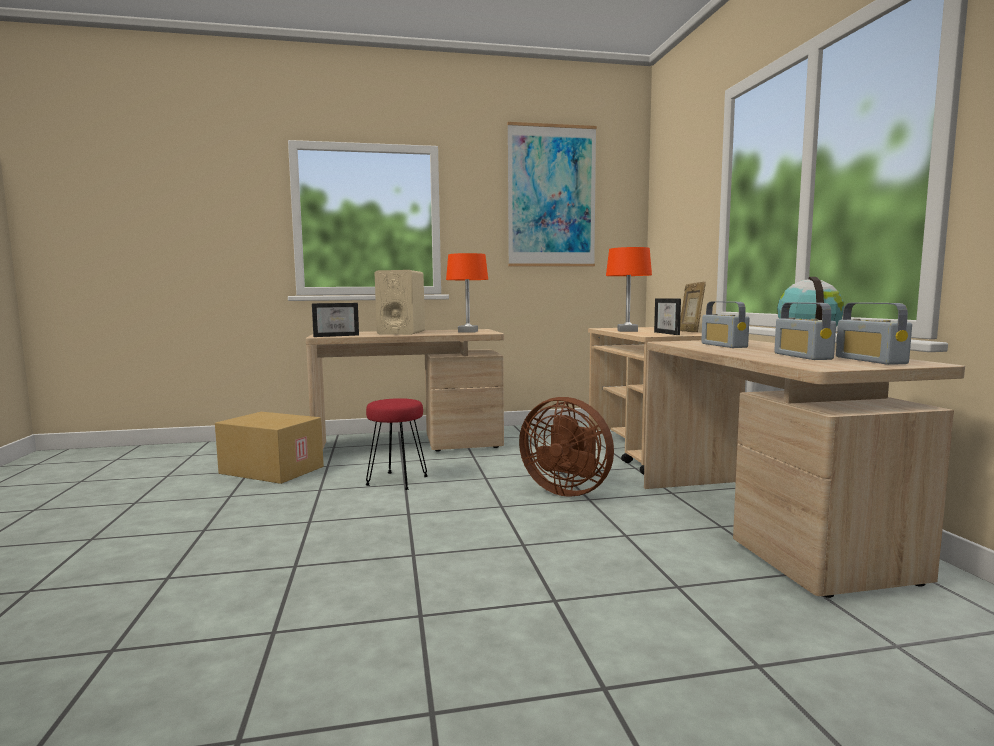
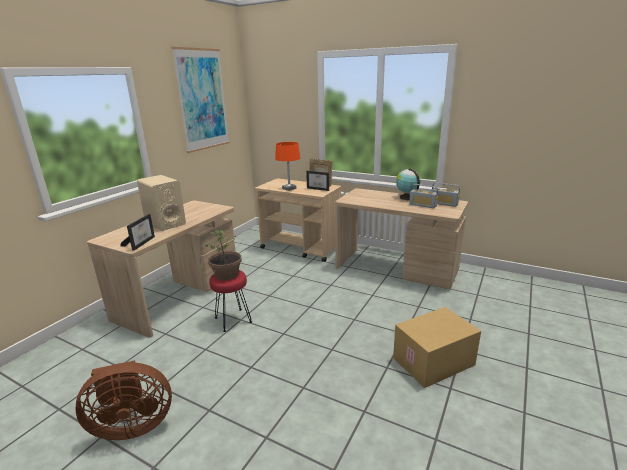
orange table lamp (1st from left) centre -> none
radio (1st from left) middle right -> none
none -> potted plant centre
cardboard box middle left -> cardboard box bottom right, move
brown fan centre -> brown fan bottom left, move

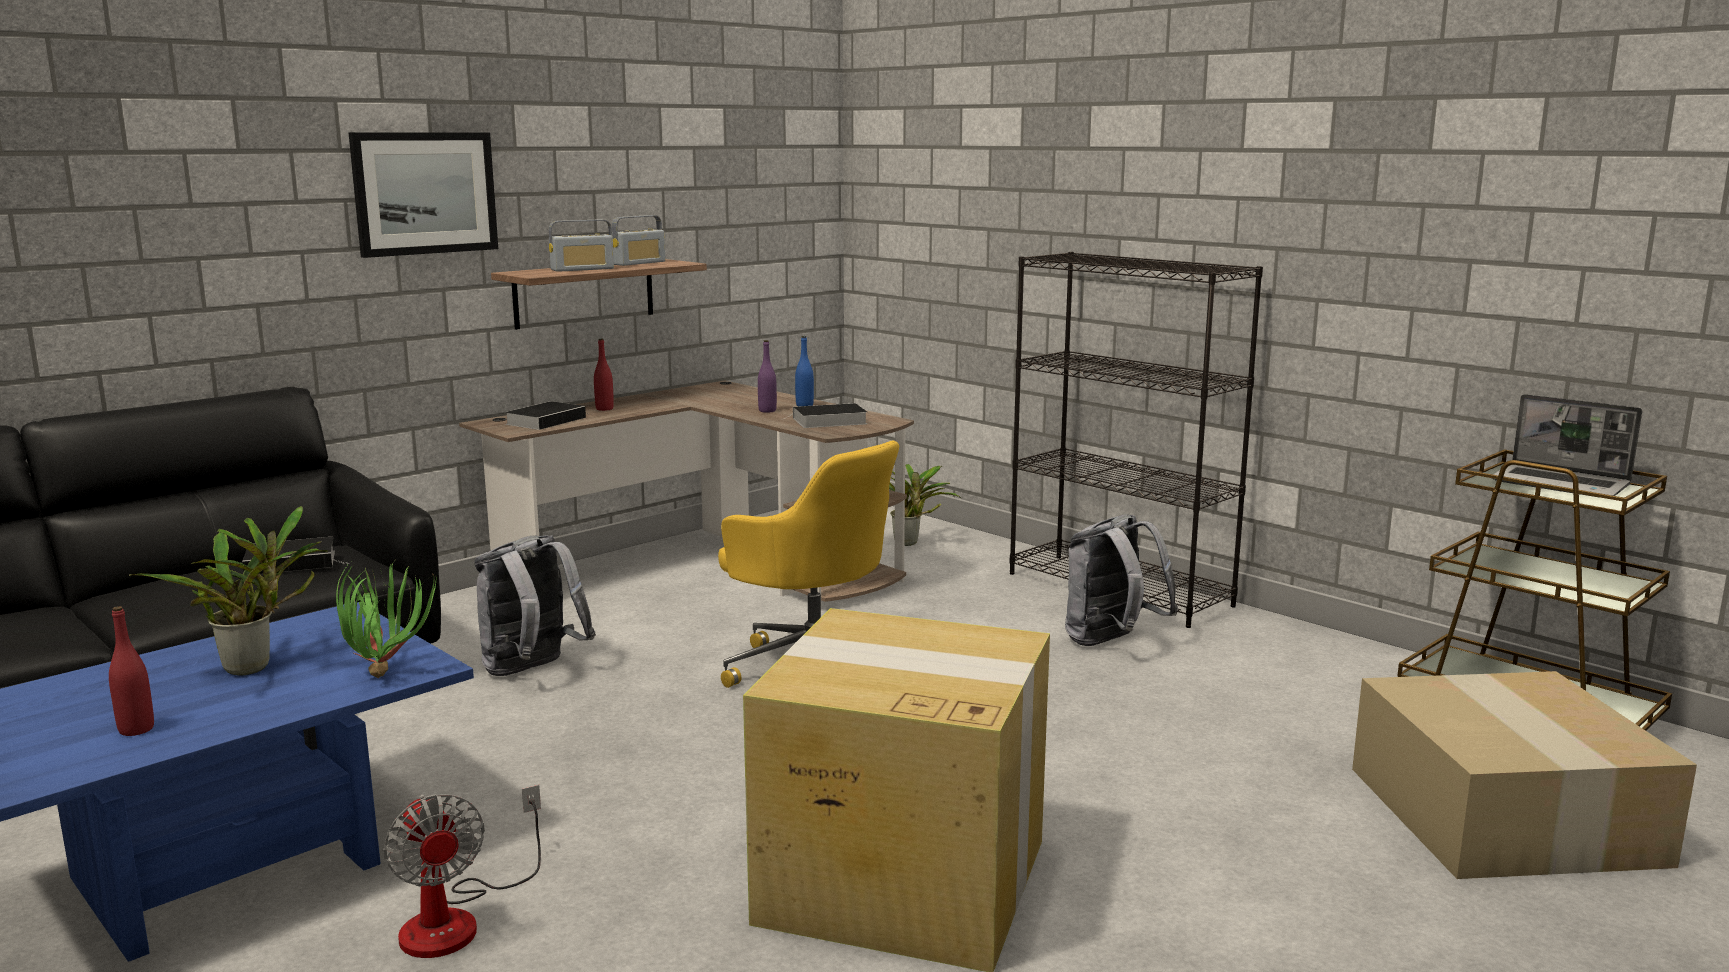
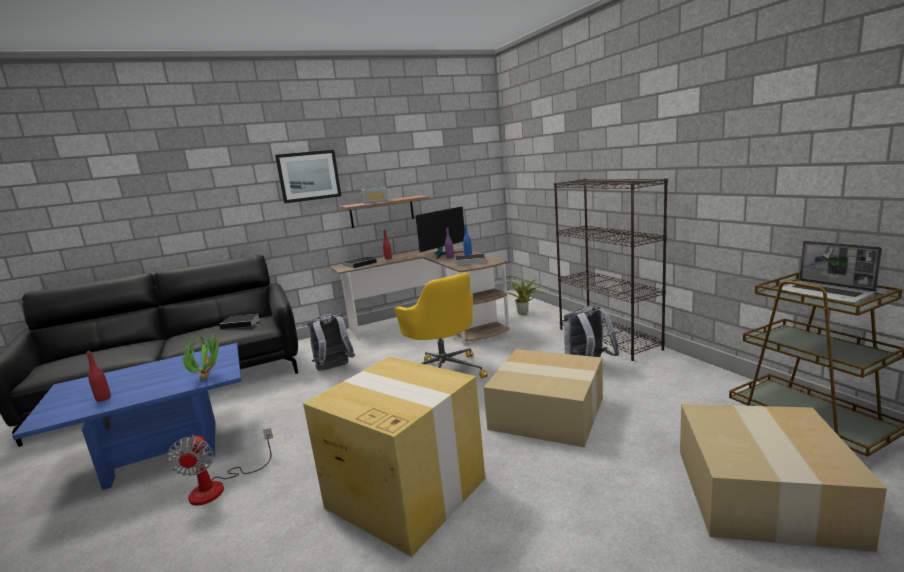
potted plant (1st from left) middle left -> none
radio (2nd from left) top centre -> none
none -> monitor centre
none -> cardboard box (2nd from left) bottom centre

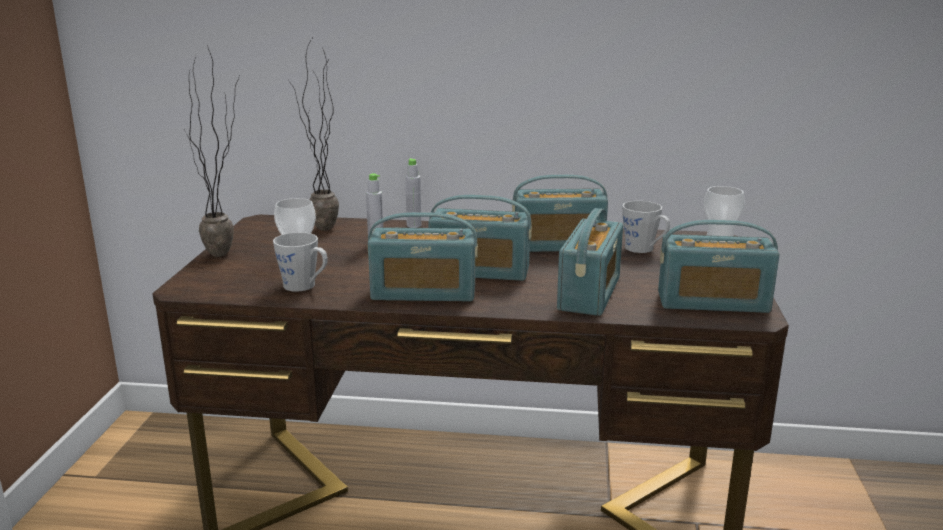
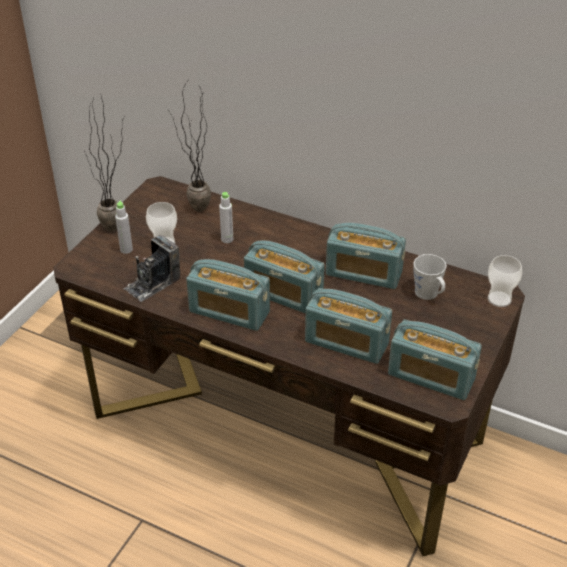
grey bottle (2nd from left in the first image) centre -> grey bottle (1st from left) middle left, move
grey mug (1st from left) middle left -> photo camera middle left
radio (4th from left in the first image) centre -> radio (3rd from left) centre, 75 degrees clockwise

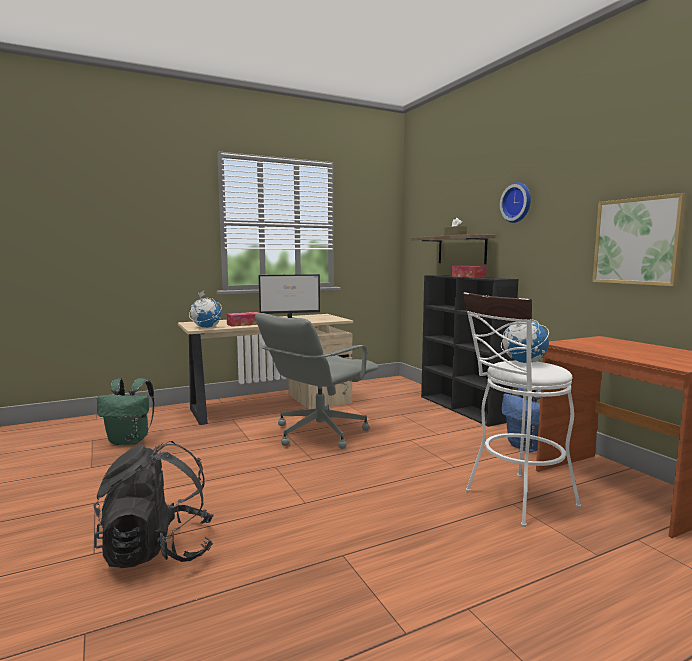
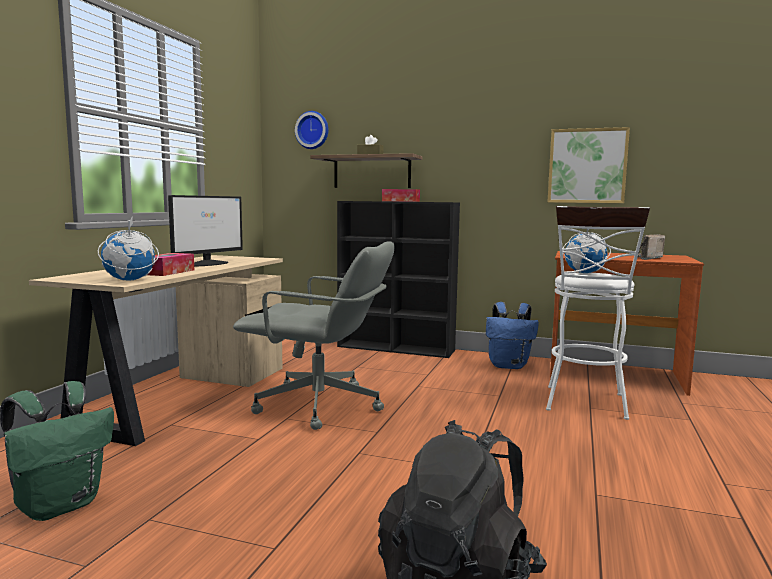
none -> radio middle right
wall clock top right -> wall clock top centre, move
grey office chair centre, 75 degrees counterclockwise

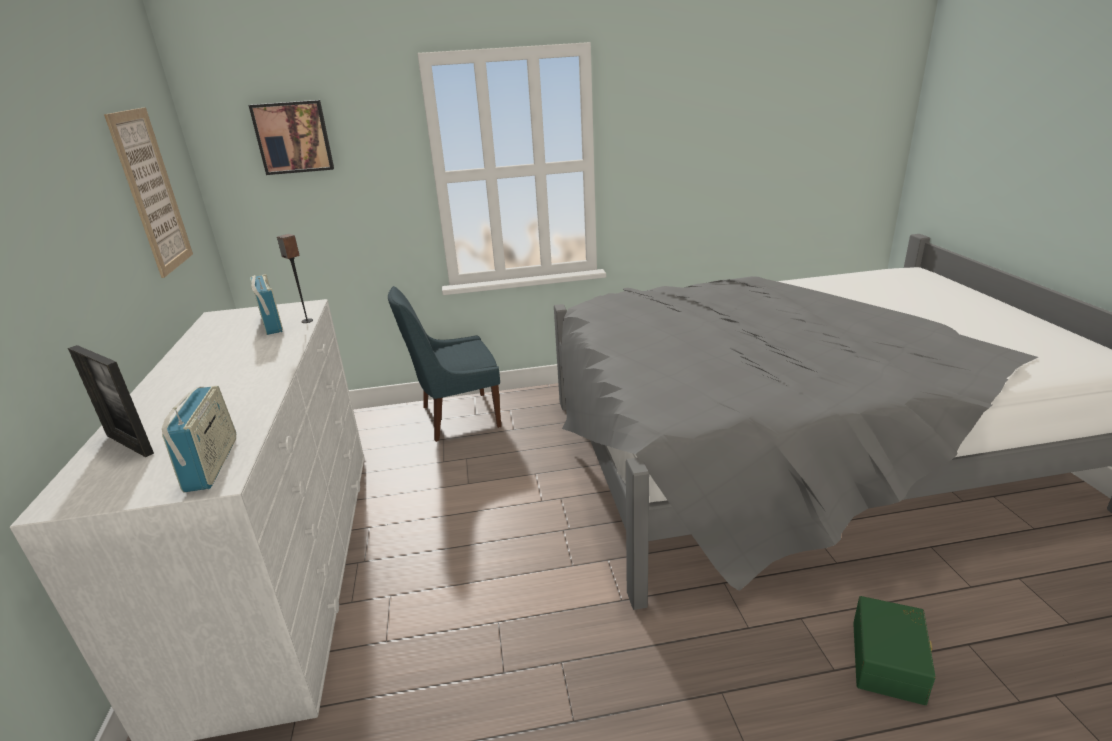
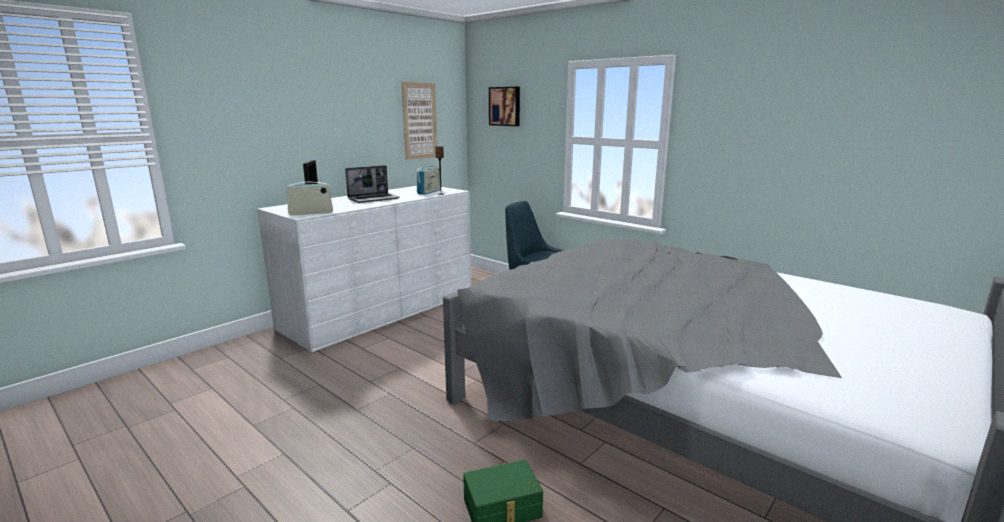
none -> laptop centre
radio (1st from left) middle left, 150 degrees counterclockwise

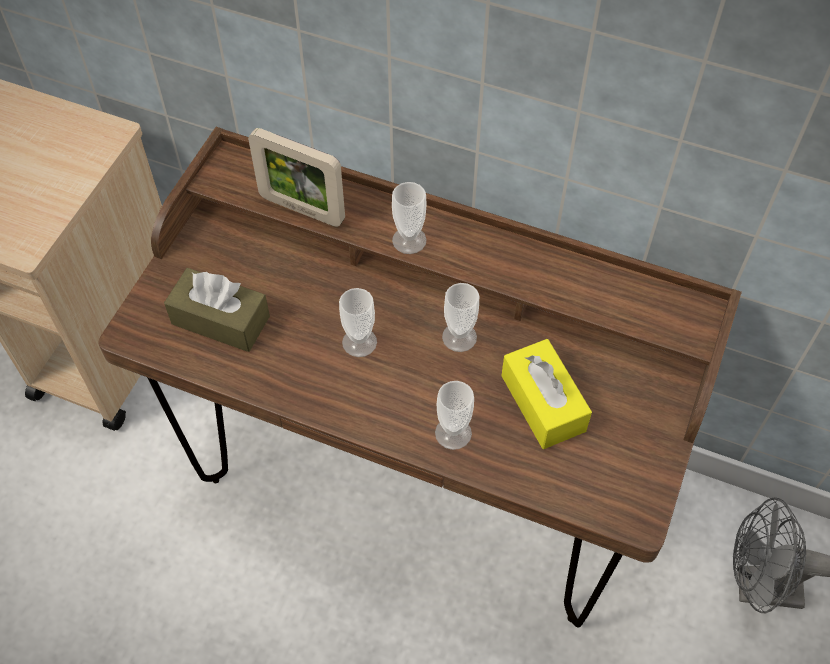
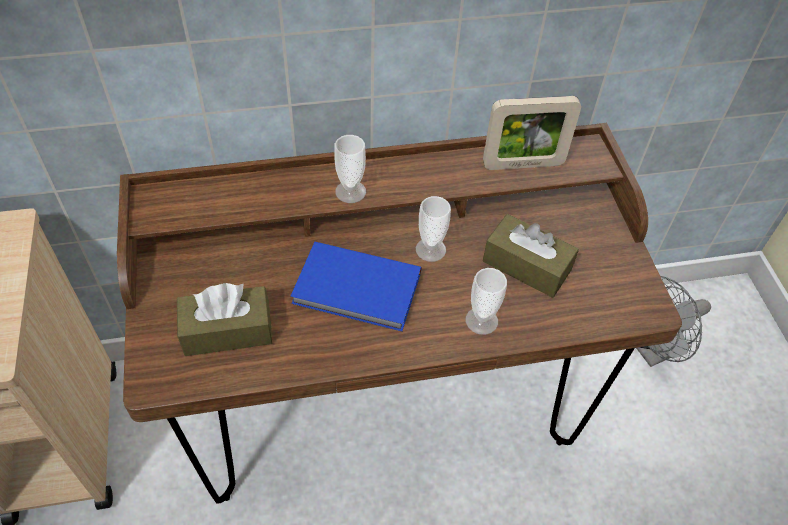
picture frame top centre -> picture frame top right, move
cup (1st from left) centre -> blue book centre
yellow tissue box centre -> brown tissue box (2nd from left) middle right

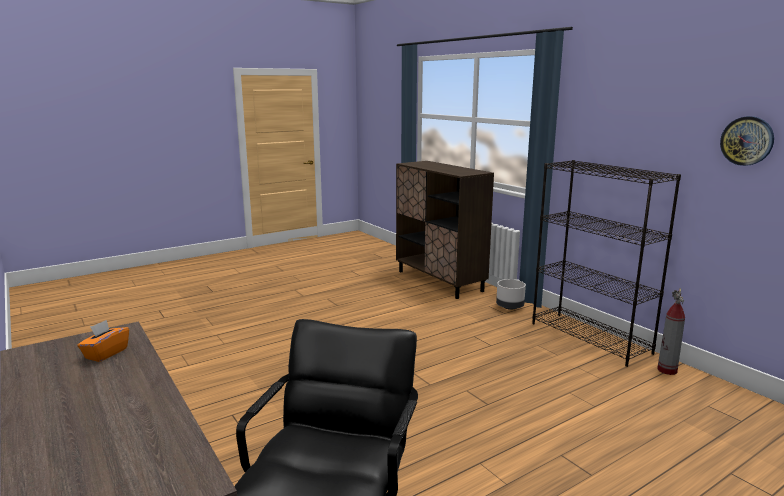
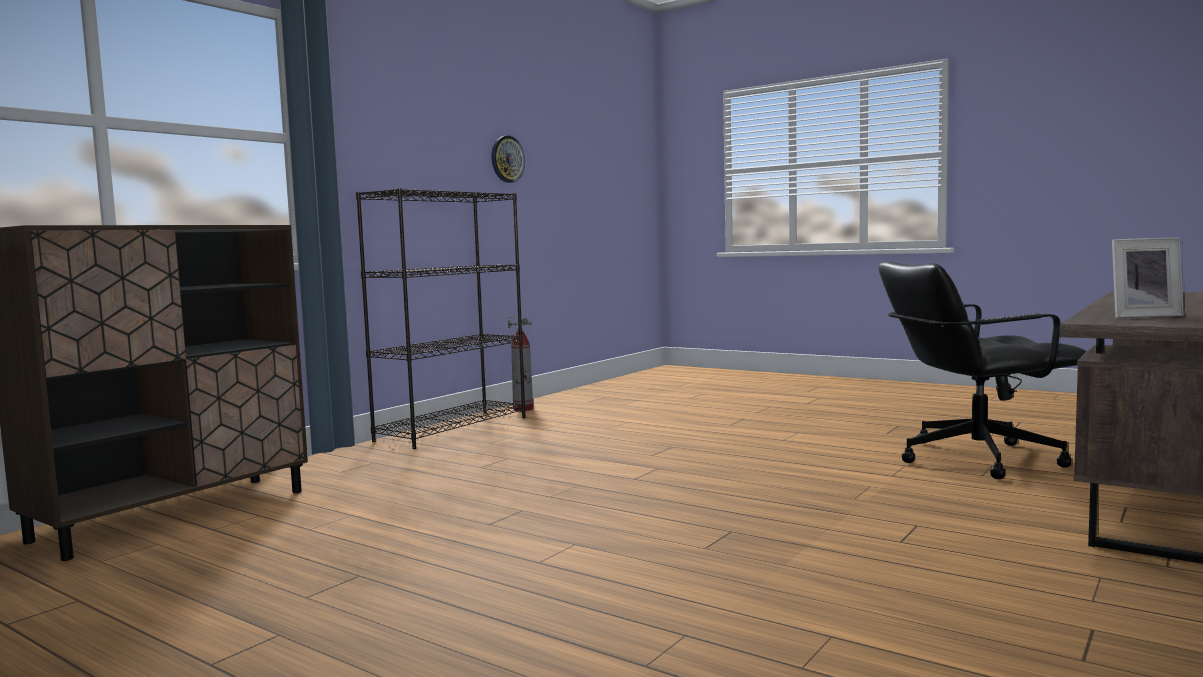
grey planter centre -> none
orange tissue box bottom left -> picture frame middle right

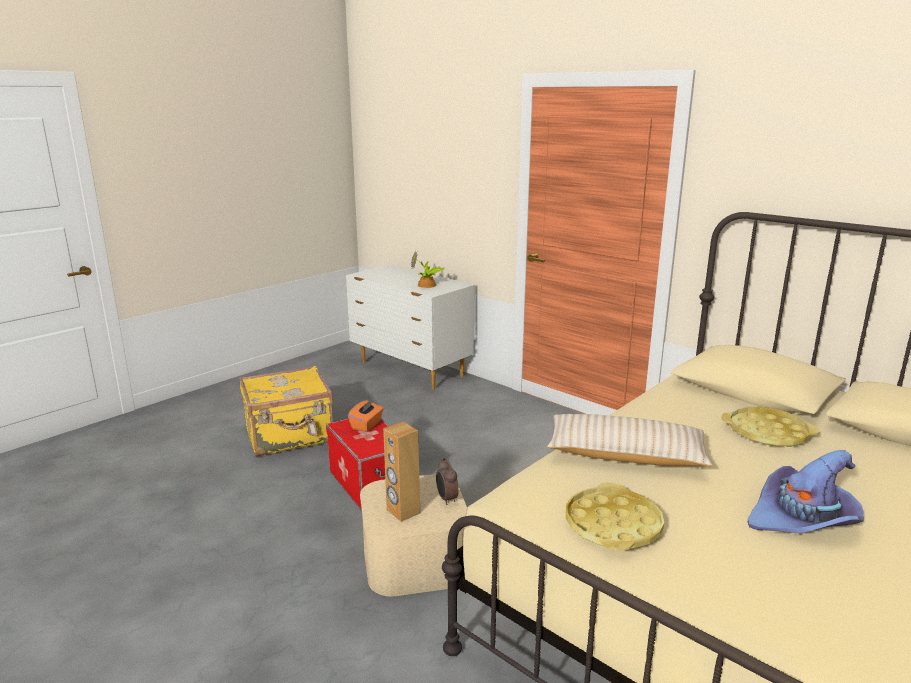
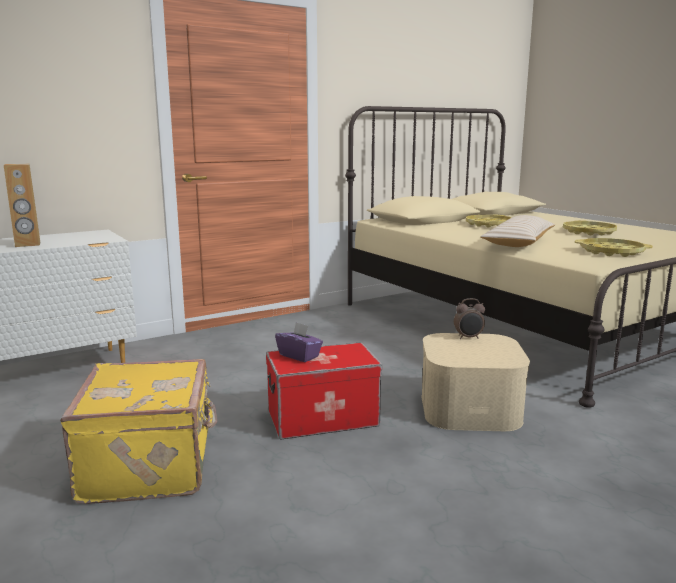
potted plant centre -> none
brown speaker bottom centre -> brown speaker middle left, move
purple hat bottom right -> yellow tray (2nd from left) middle right
orange tissue box centre -> purple tissue box centre

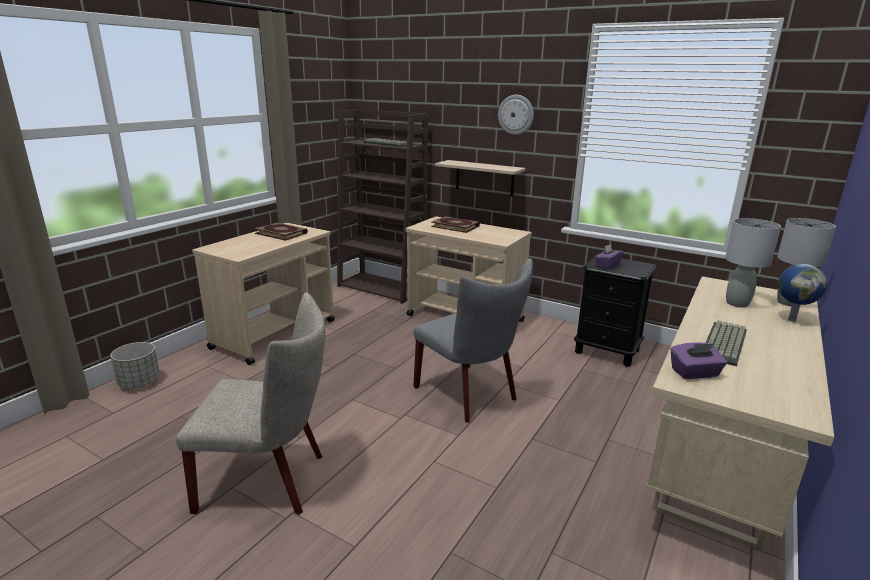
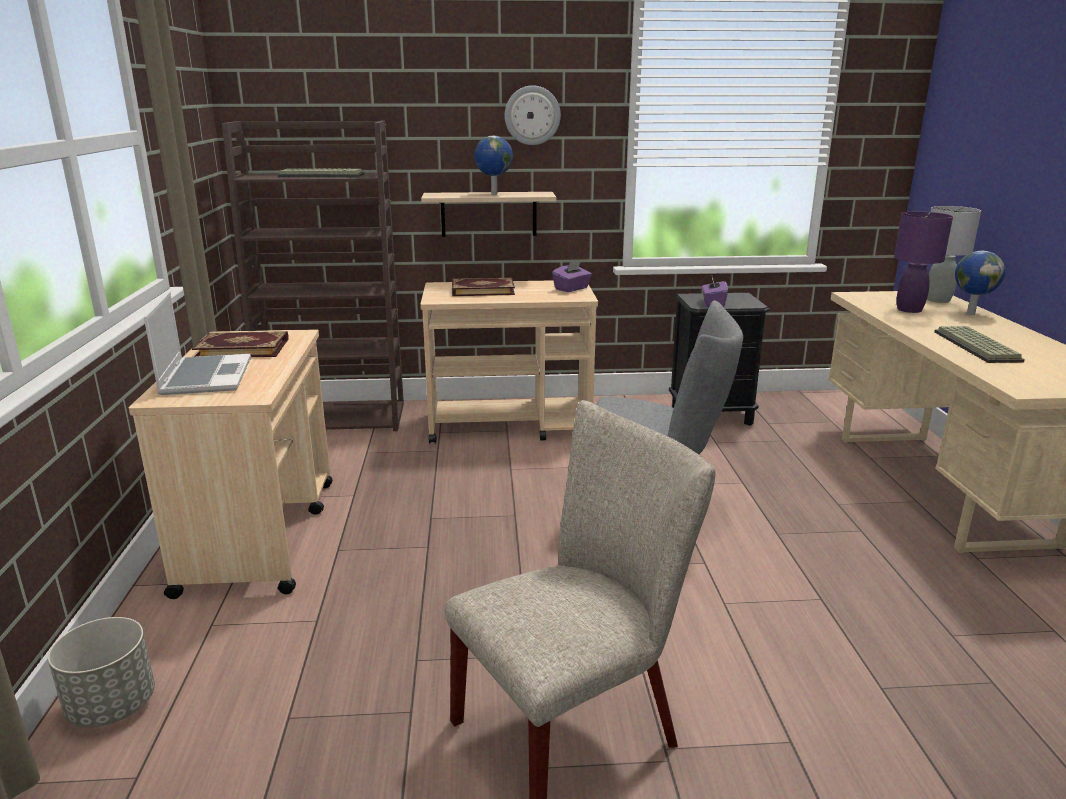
none -> laptop middle left
none -> globe (1st from left) top centre
purple tissue box (2nd from left in the first image) middle right -> purple tissue box (1st from left) centre, move
grey table lamp (1st from left) middle right -> purple table lamp top right

